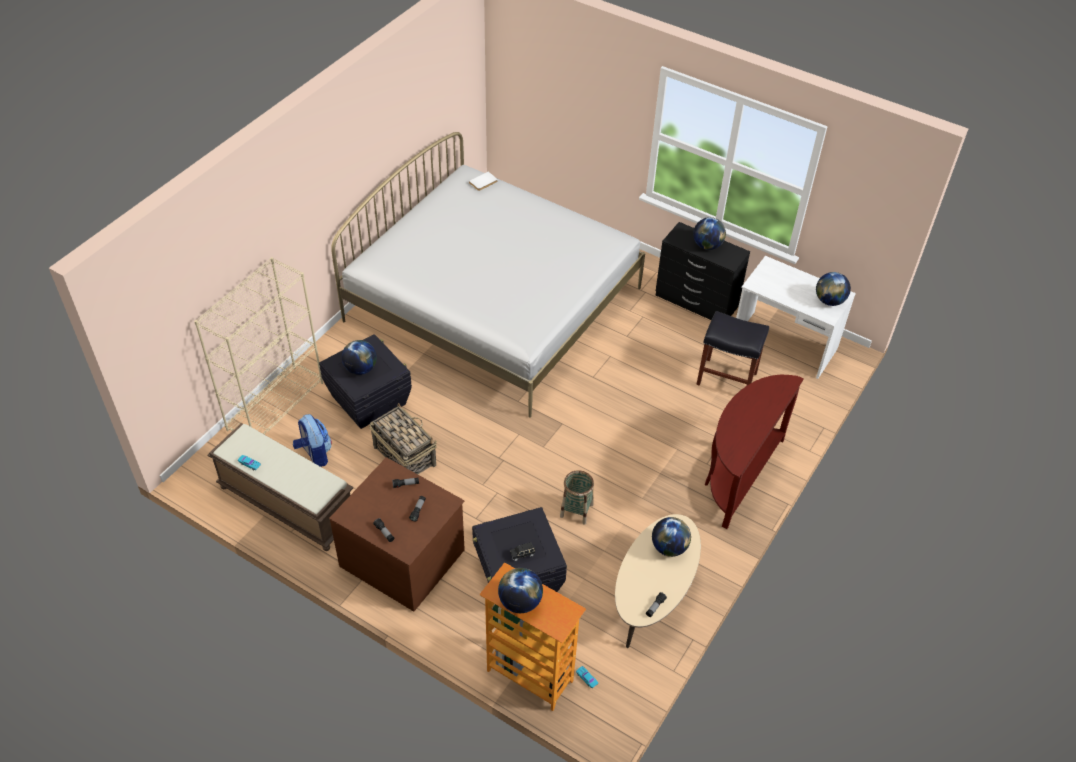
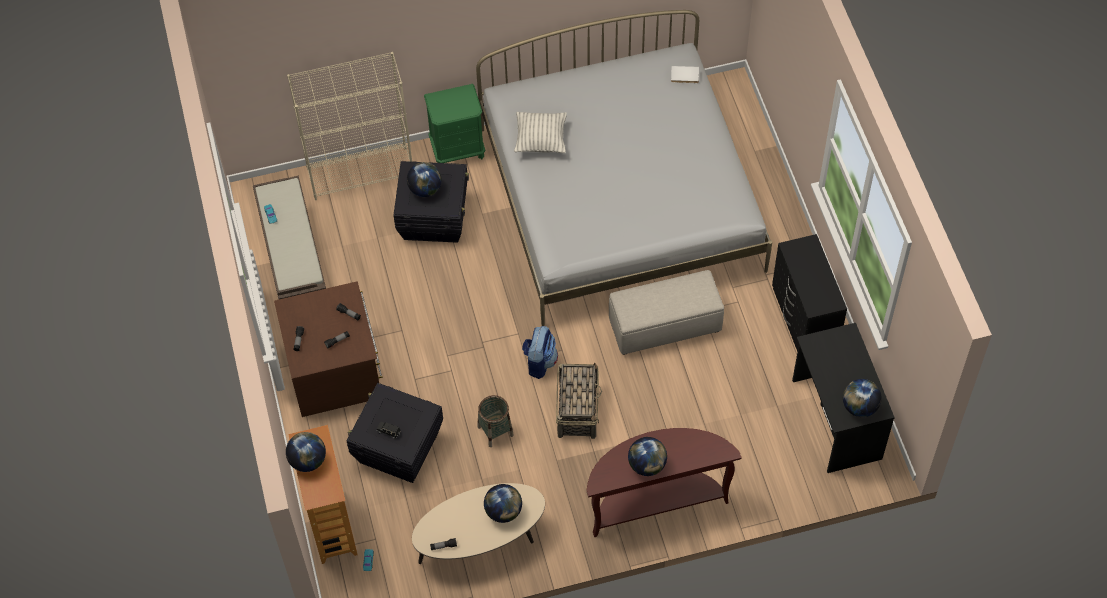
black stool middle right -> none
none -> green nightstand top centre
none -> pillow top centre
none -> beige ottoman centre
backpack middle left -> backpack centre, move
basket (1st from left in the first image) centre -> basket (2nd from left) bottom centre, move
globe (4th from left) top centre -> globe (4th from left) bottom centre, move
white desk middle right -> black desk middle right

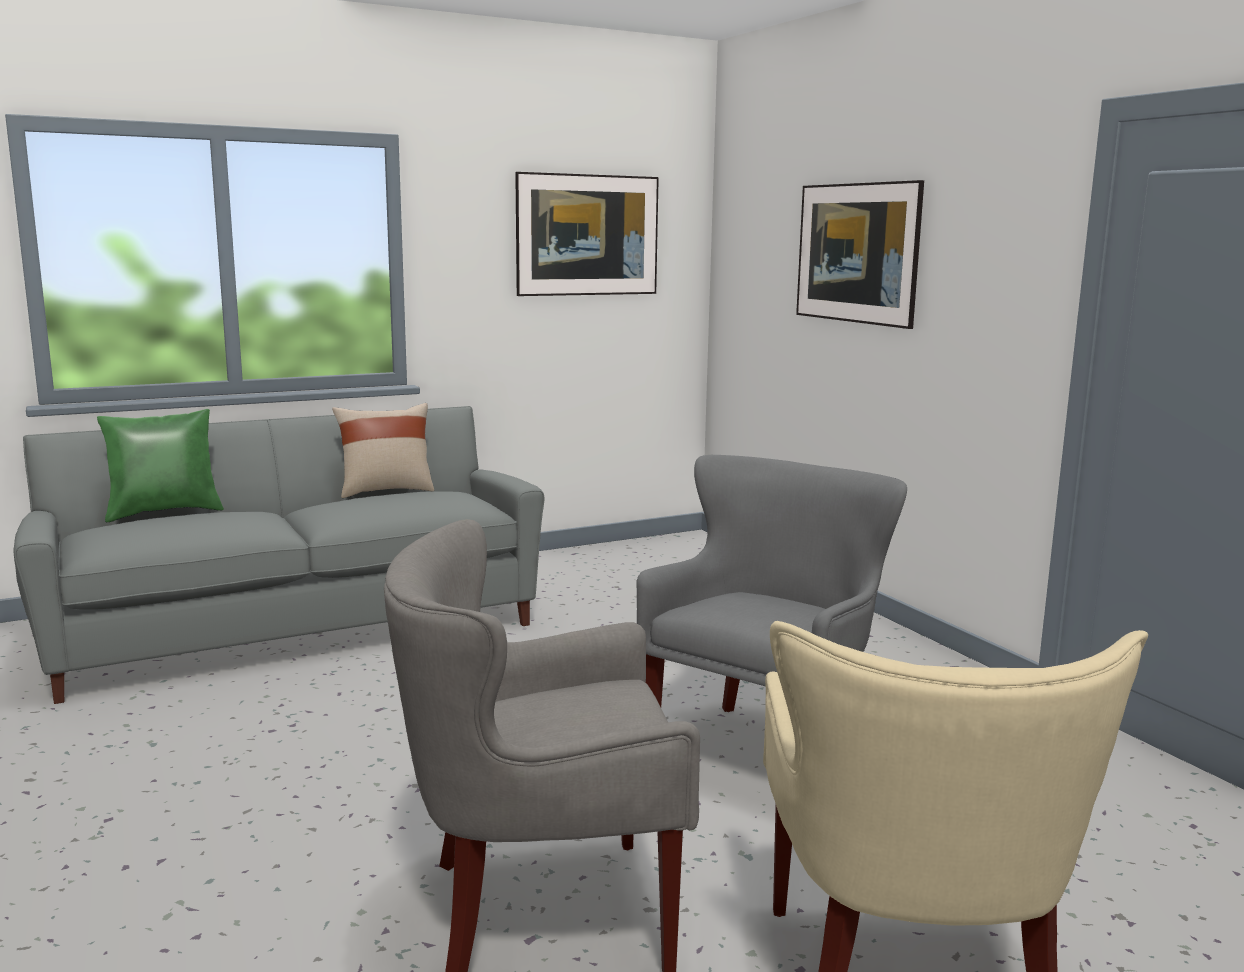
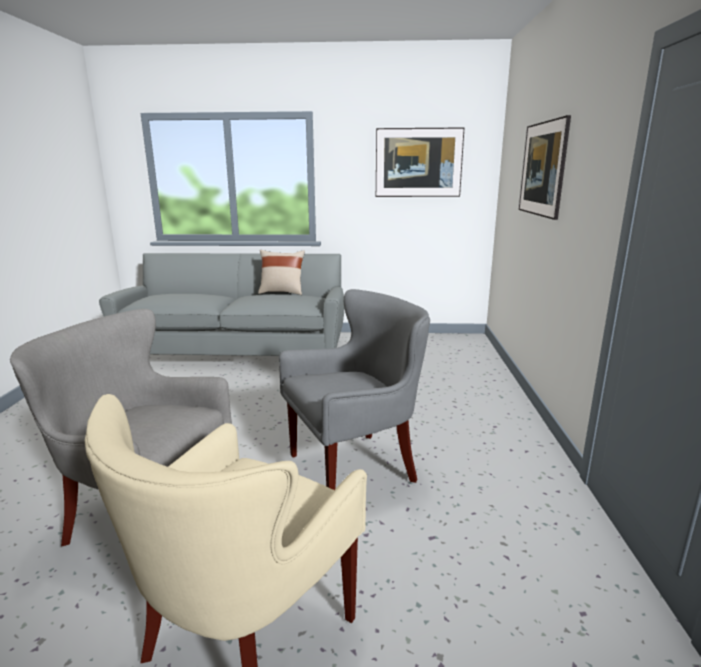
green pillow middle left -> none

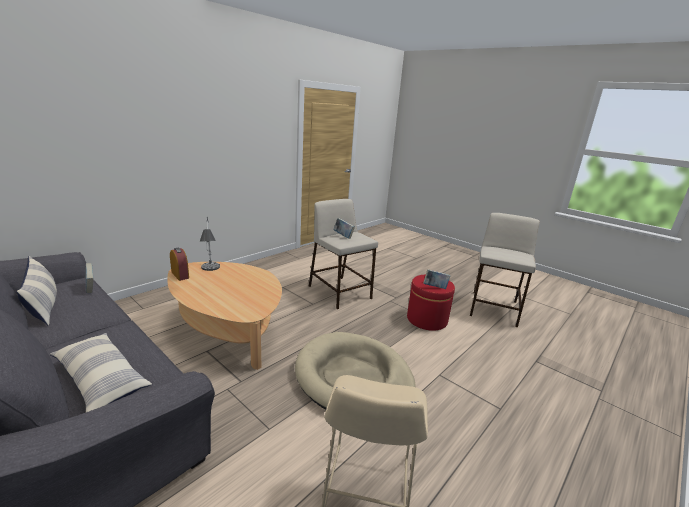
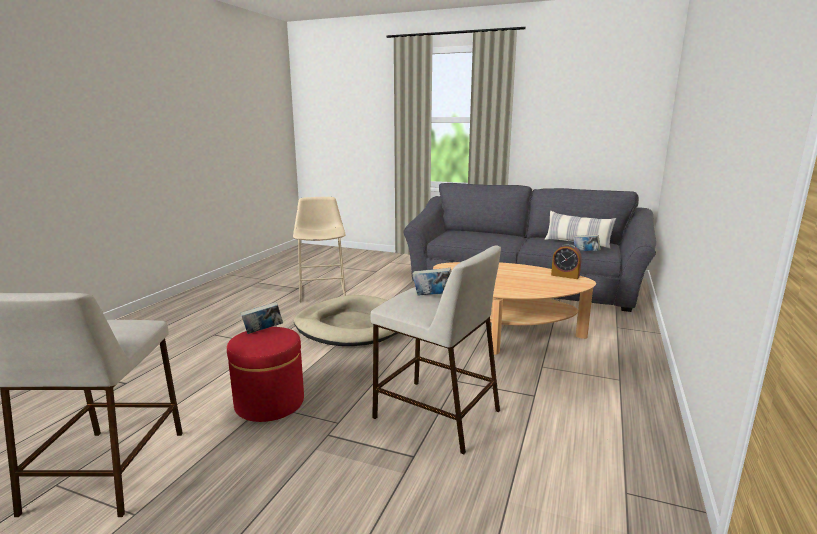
pillow (2nd from left) bottom left -> none
table lamp middle left -> none

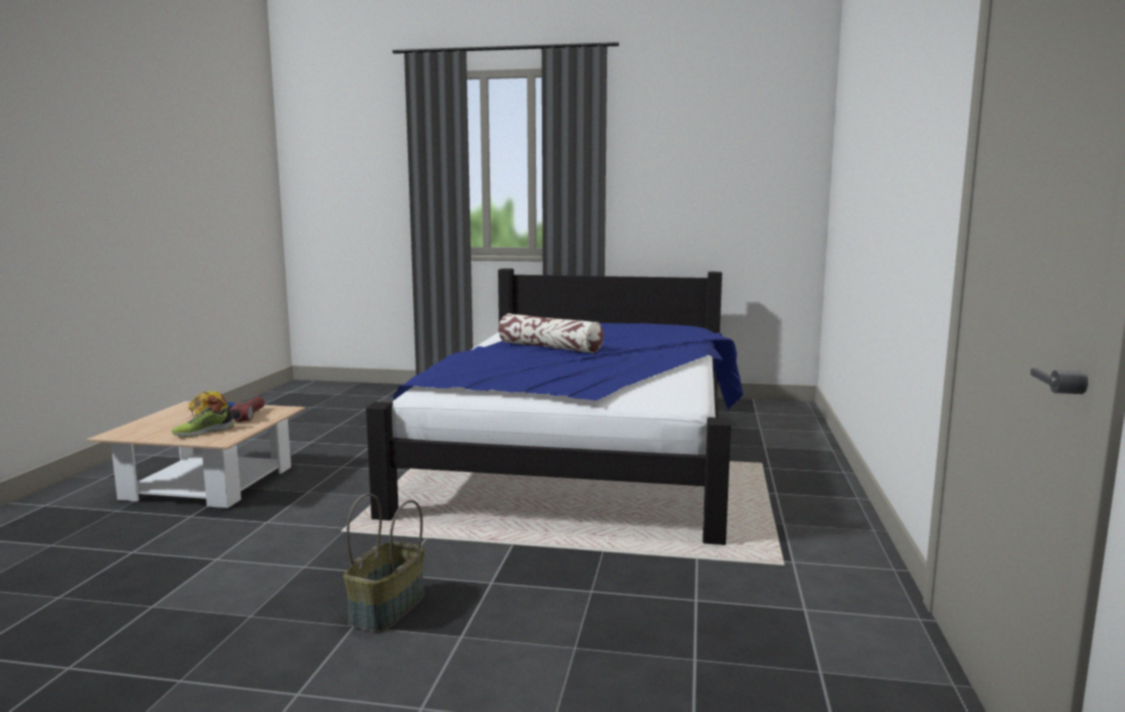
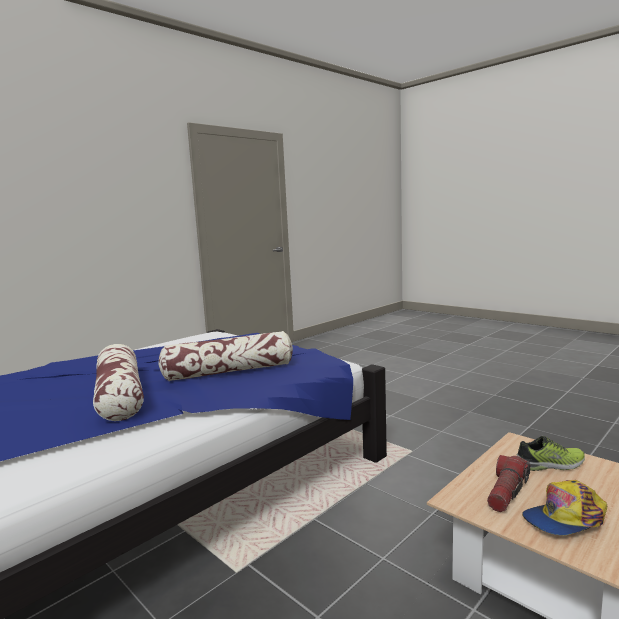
basket bottom centre -> none
none -> pillow (2nd from left) centre

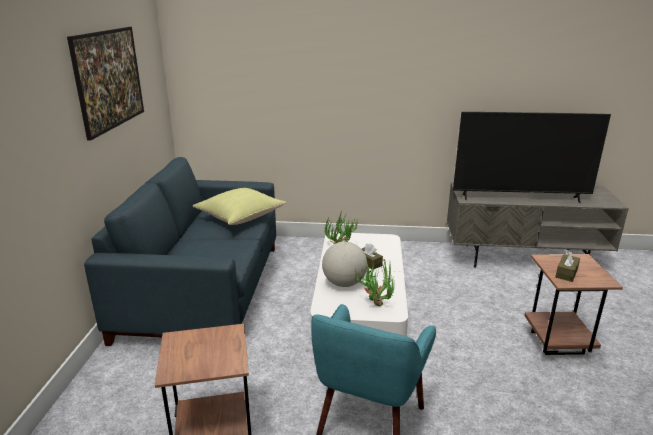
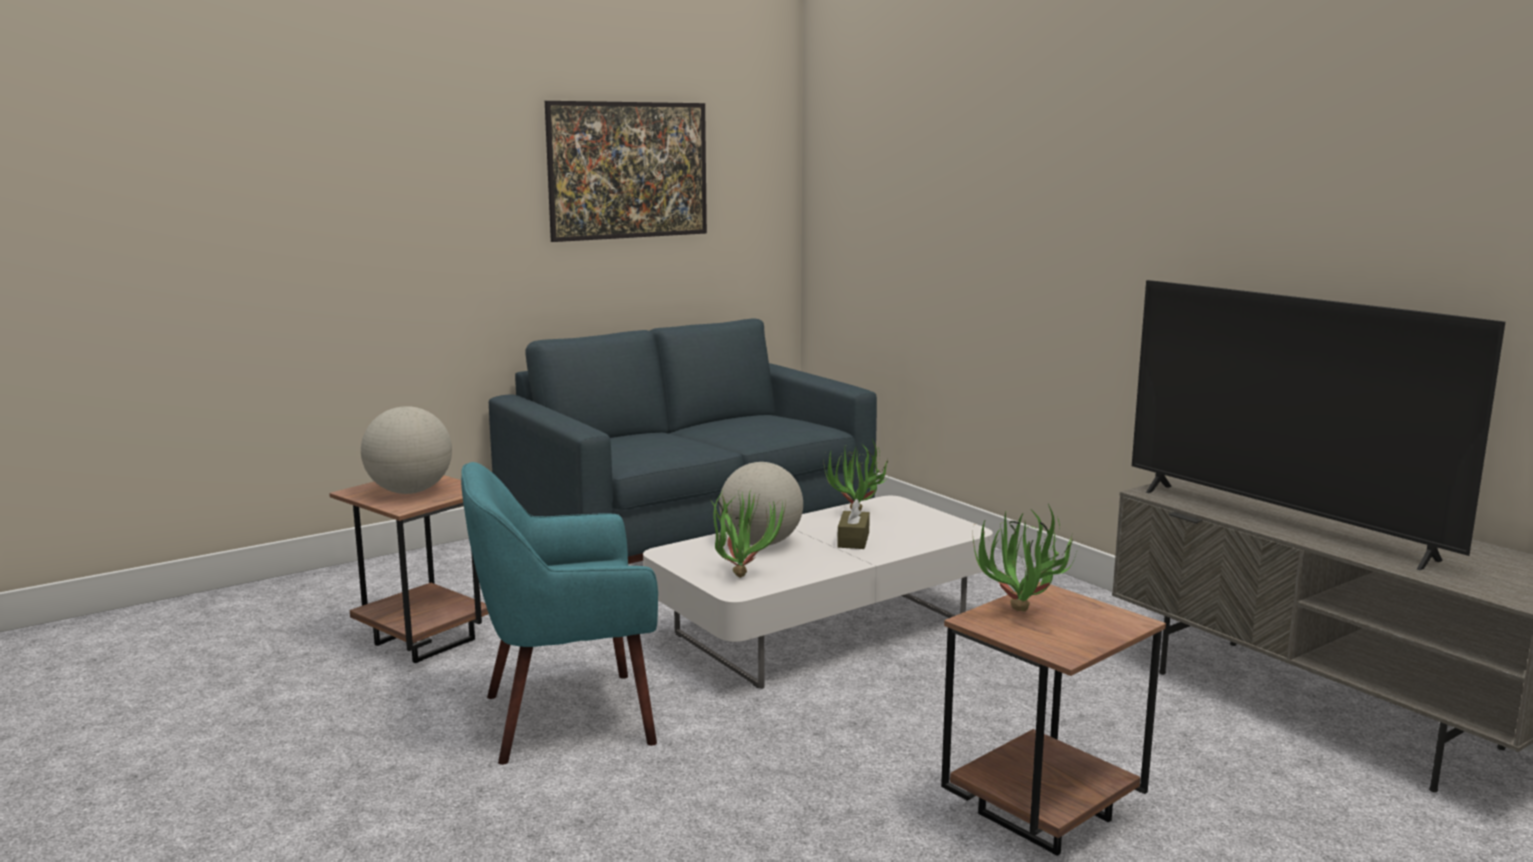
yellow pillow centre -> none
none -> globe (1st from left) middle left
brown tissue box (2nd from left) middle right -> potted plant (3rd from left) middle right

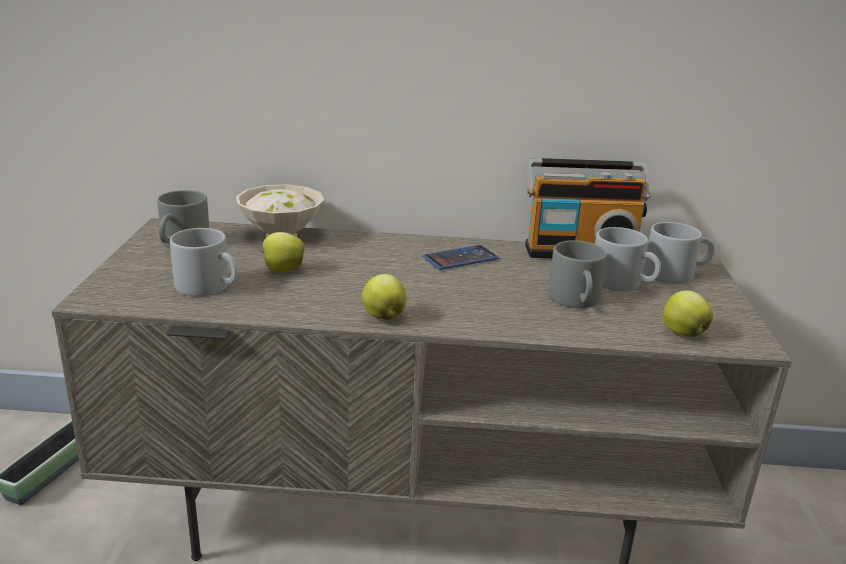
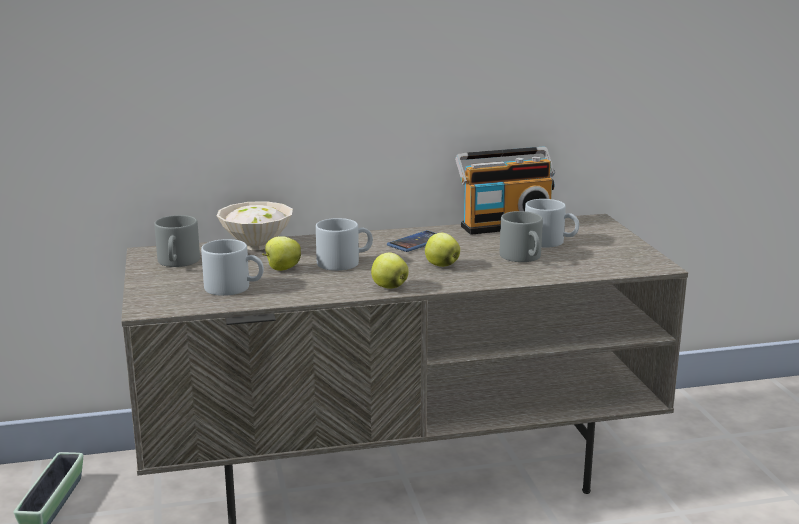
grey mug (5th from left in the first image) middle right -> grey mug (3rd from left) centre, move
apple (3rd from left) middle right -> apple (3rd from left) centre, move

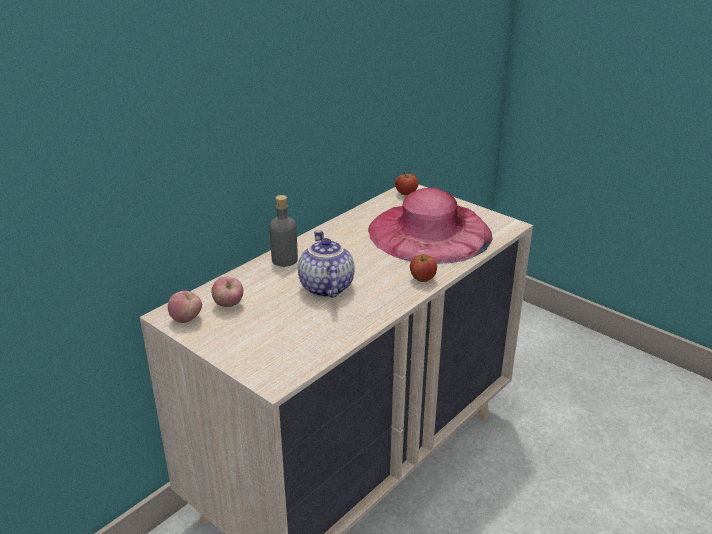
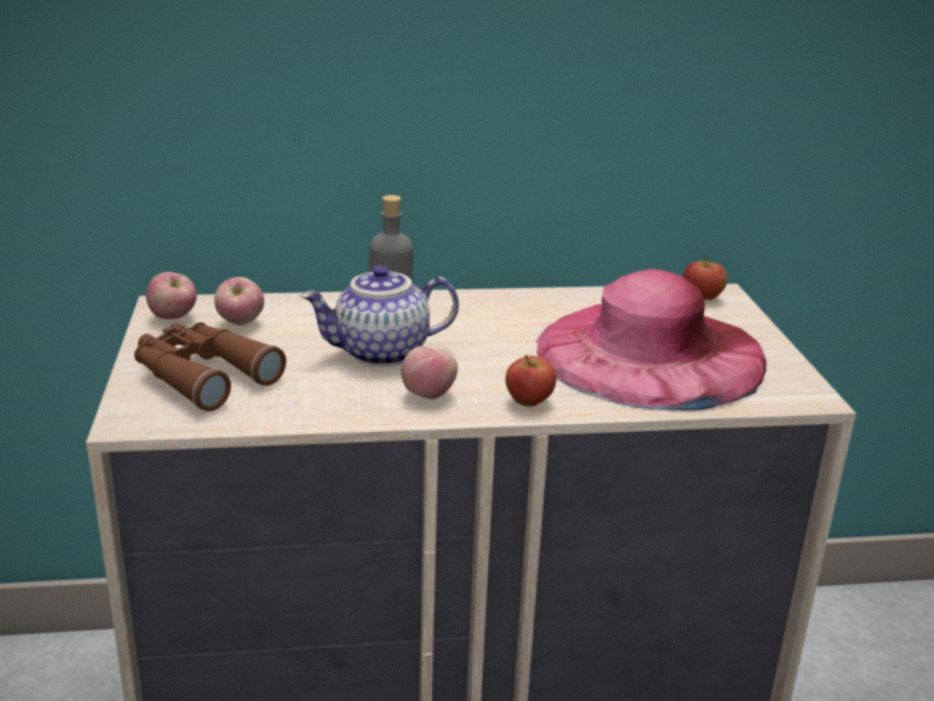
none -> brown binoculars middle left
none -> apple (3rd from left) centre
teapot centre, 135 degrees counterclockwise

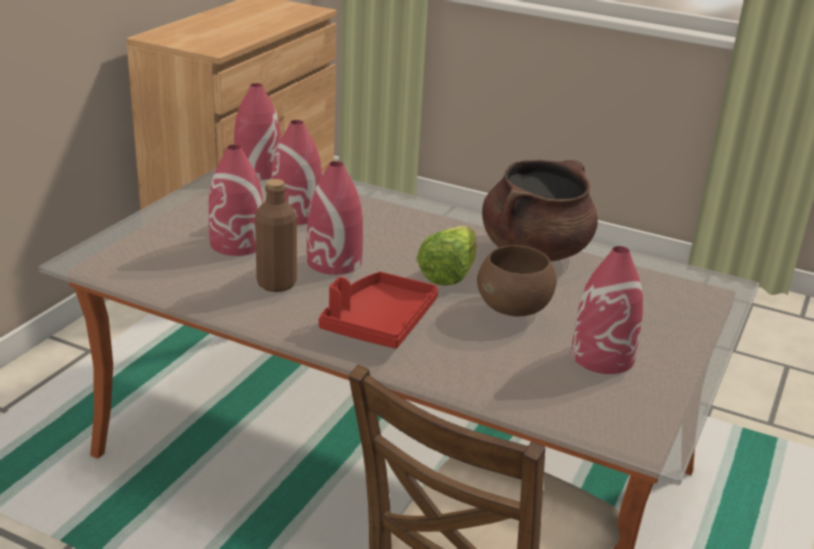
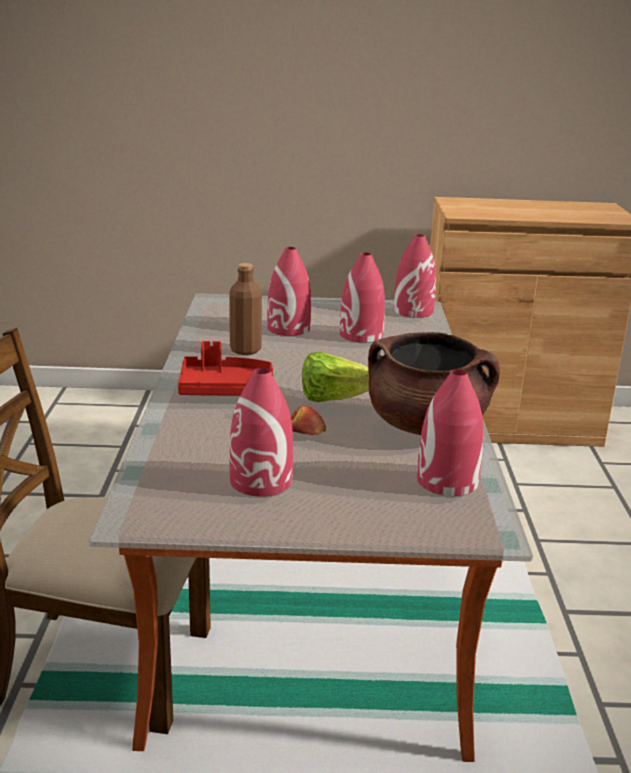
red vase (4th from left in the first image) centre -> red vase (5th from left) middle right, move
brown bowl centre -> apple centre

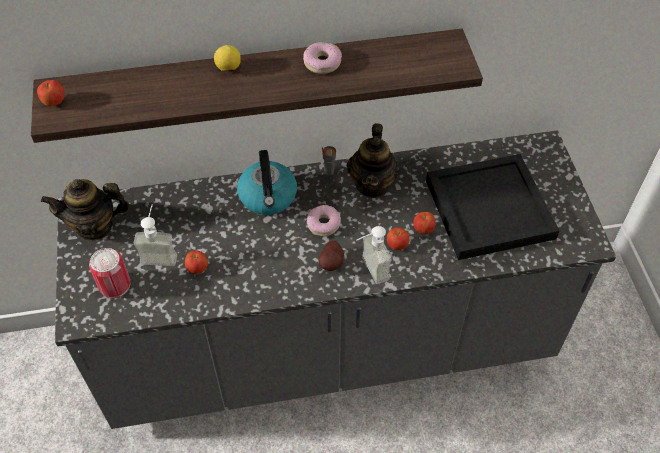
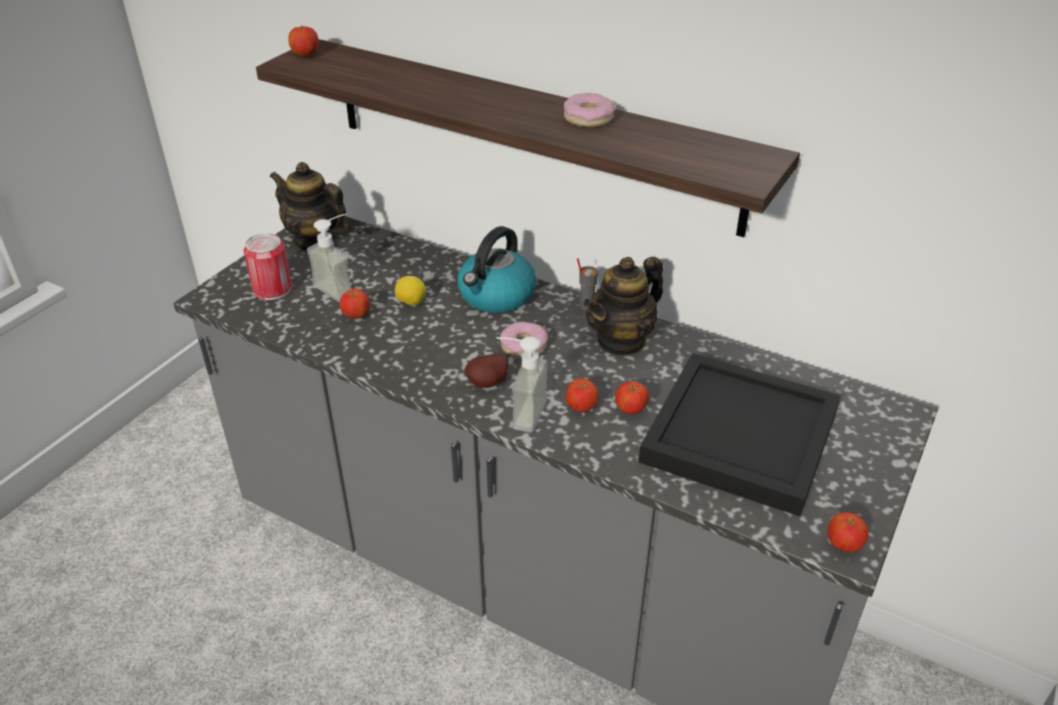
none -> apple (5th from left) bottom right
lemon top centre -> lemon centre, move

